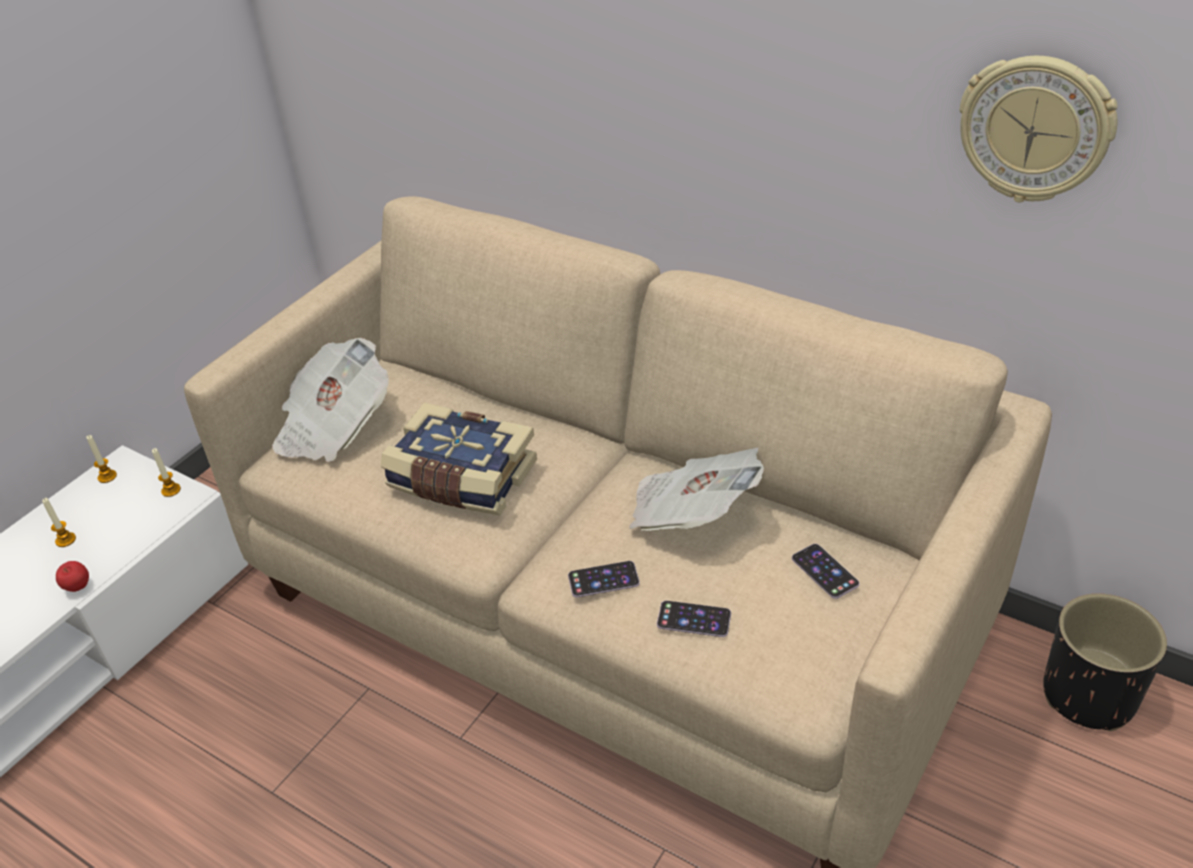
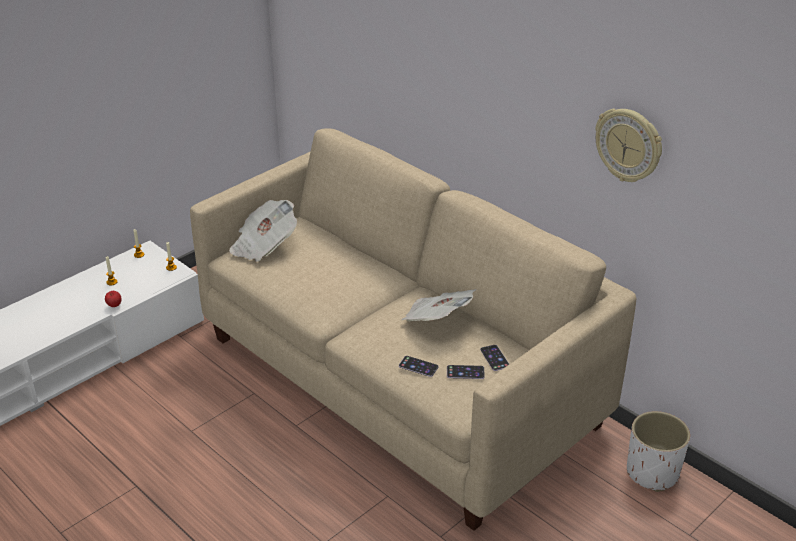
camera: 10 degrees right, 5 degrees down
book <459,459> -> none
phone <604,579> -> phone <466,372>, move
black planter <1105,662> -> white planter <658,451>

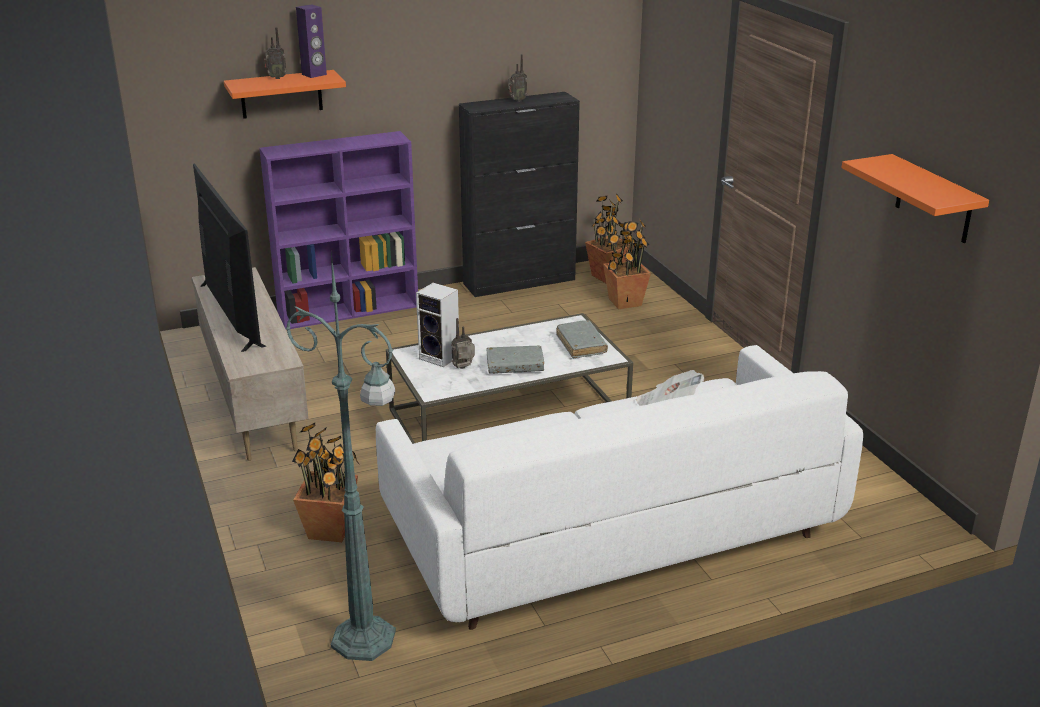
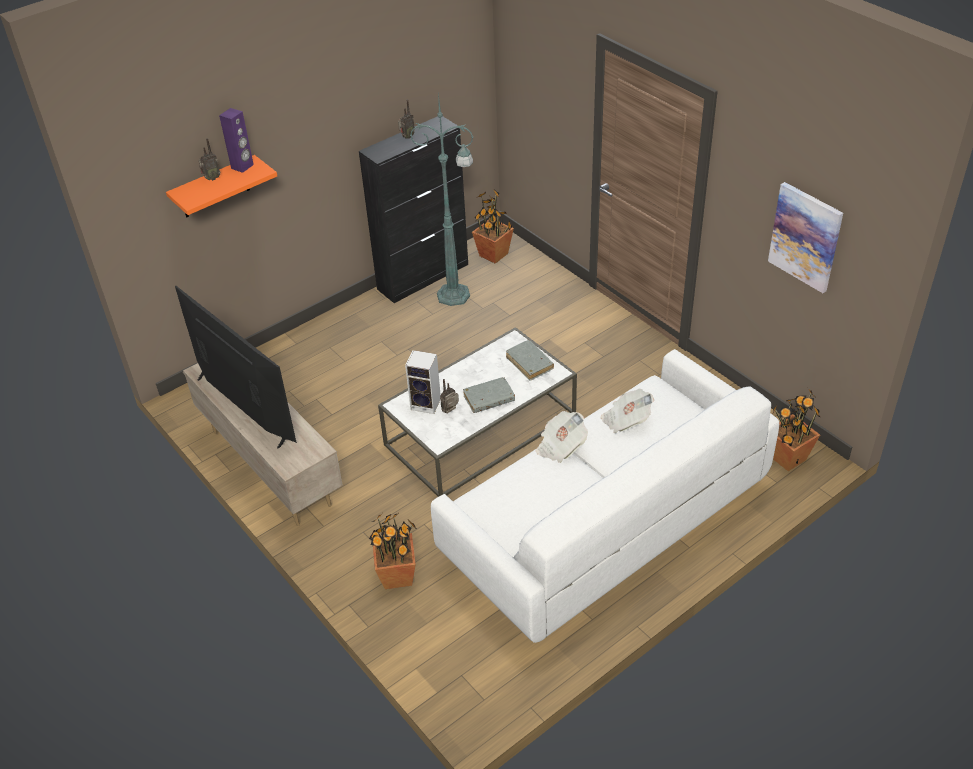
camera: 15 degrees left, 15 degrees up
purple bookcase <338,230> -> none
none -> newspaper <562,437>
green floor lamp <341,457> -> green floor lamp <441,199>, move
potted plant <627,264> -> potted plant <796,430>, move
orange shelf <915,198> -> picture <805,237>

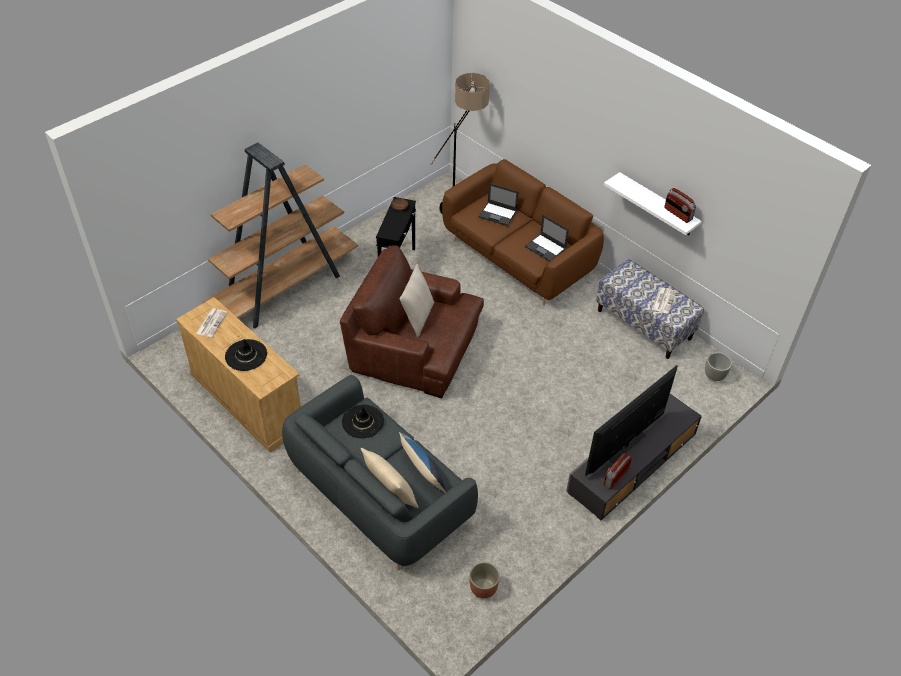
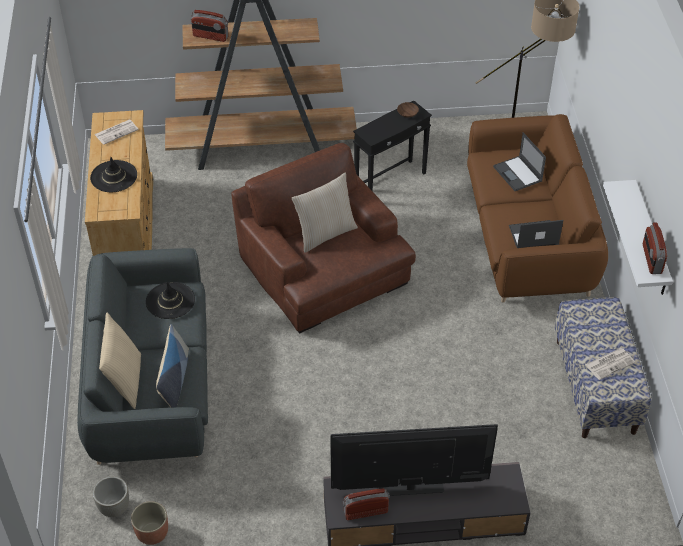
camera: 40 degrees right, 0 degrees up
none -> radio <210,26>
grey planter <718,366> -> grey planter <111,496>, move
laptop <547,238> -> laptop <536,234>, 90 degrees clockwise

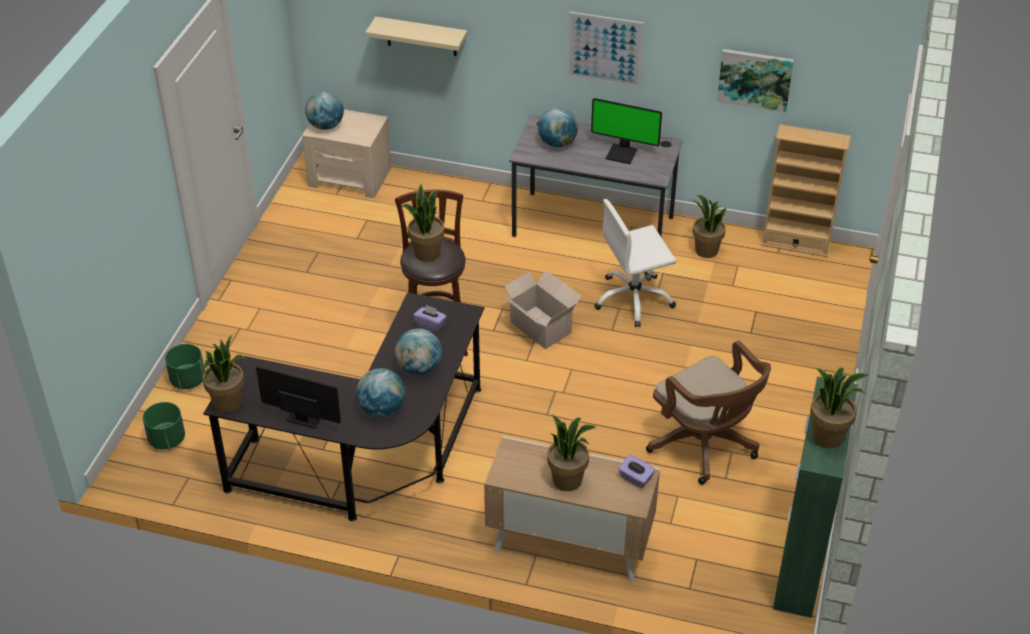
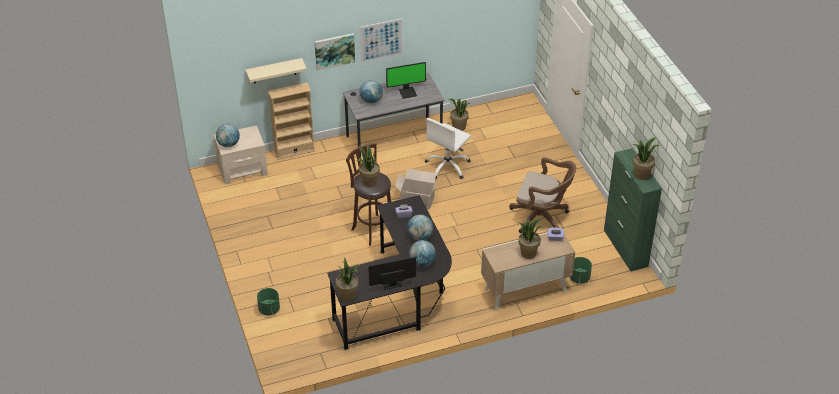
camera: 35 degrees left, 0 degrees up
green planter <164,426> -> green planter <581,270>, move
picture <755,81> -> picture <335,51>, move
beige bookcase <806,190> -> beige bookcase <291,121>, move

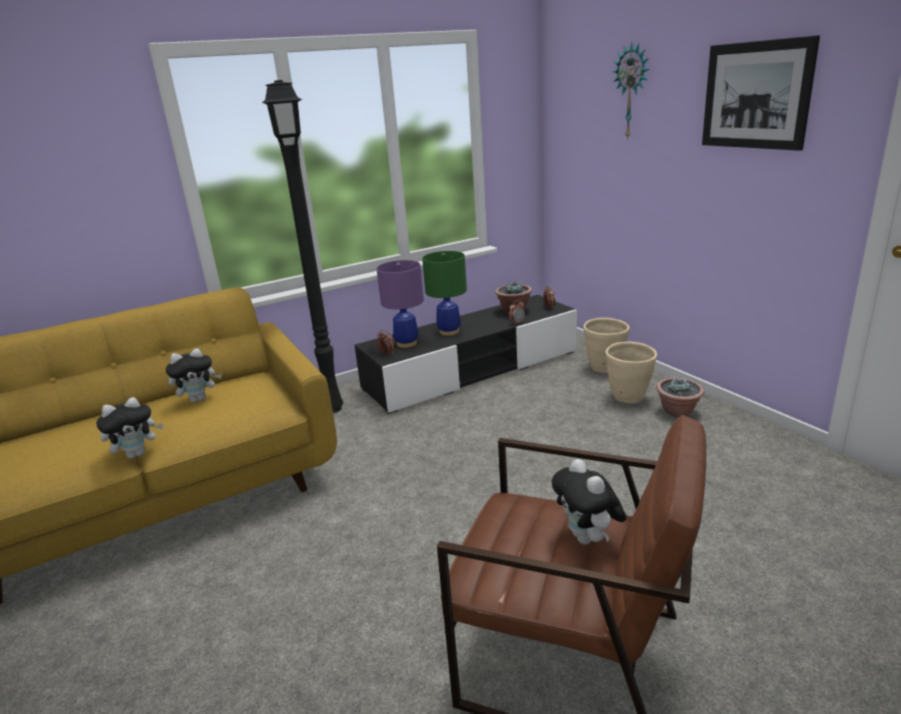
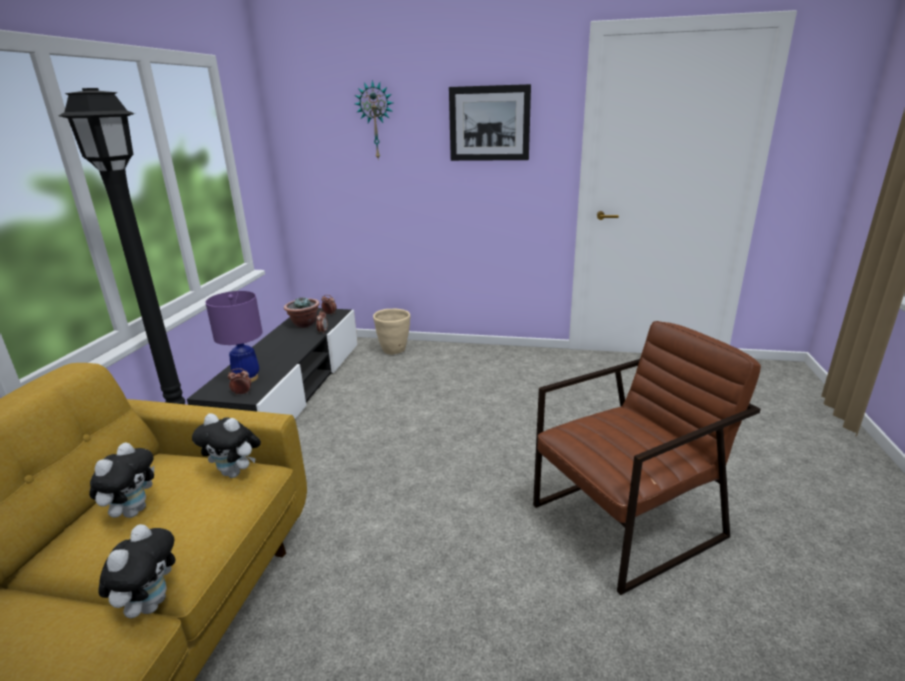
camera: 50 degrees left, 0 degrees up
green table lamp <444,293> -> none
beige planter <631,372> -> none
potted plant <680,397> -> none
plush toy <589,501> -> plush toy <226,445>, move

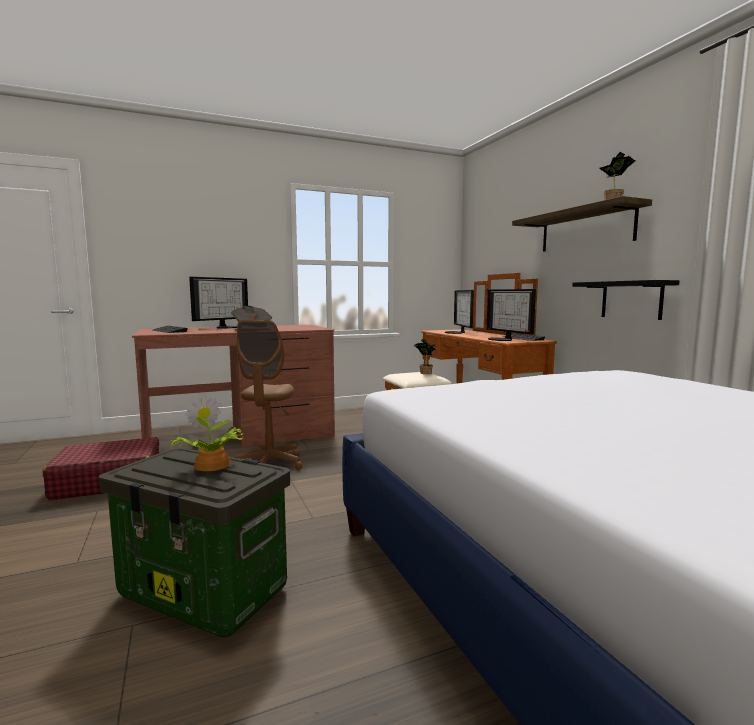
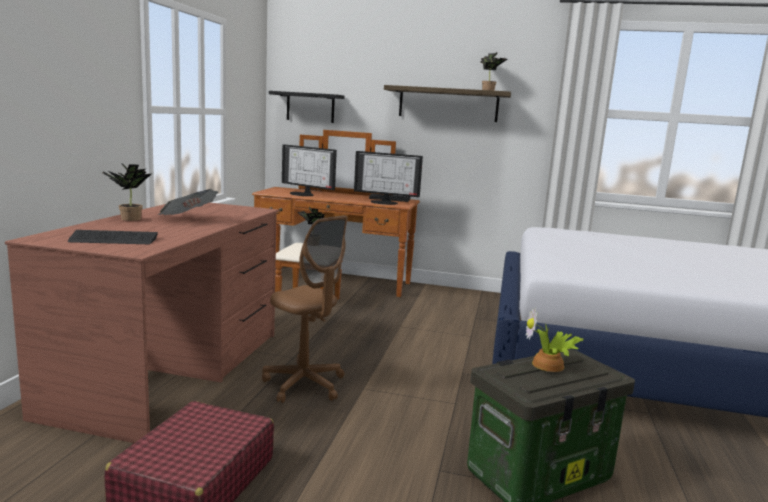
camera: 55 degrees left, 5 degrees up
black shelf <625,300> -> black shelf <306,107>, move
monitor <218,302> -> potted plant <127,191>

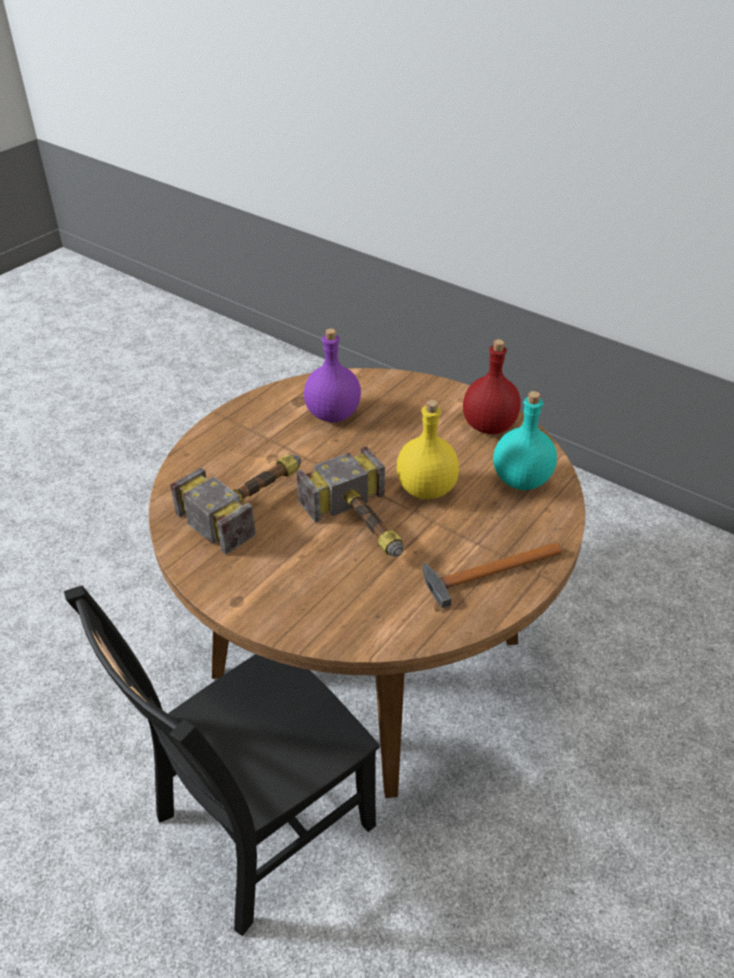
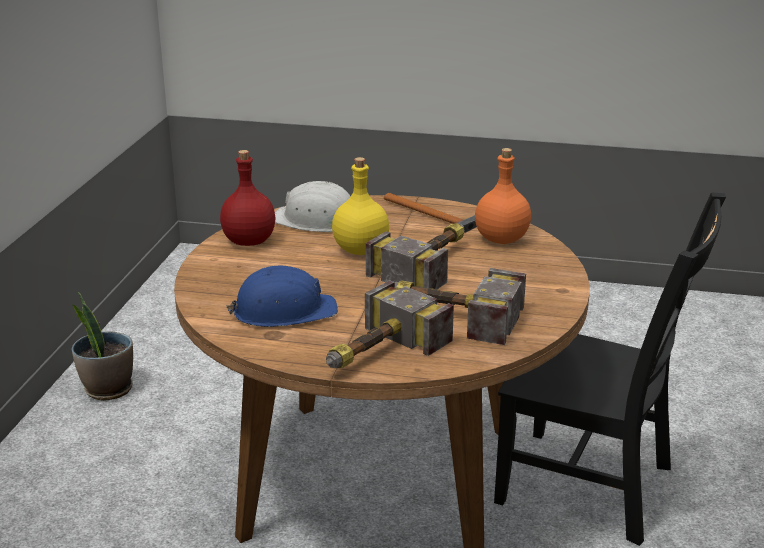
camera: 115 degrees left, 15 degrees down
none -> potted plant <102,346>
none -> hammer <390,324>
none -> orange bottle <503,196>
purple bottle <332,375> -> blue hard hat <282,296>
turquoise bottle <525,440> -> white hard hat <313,206>

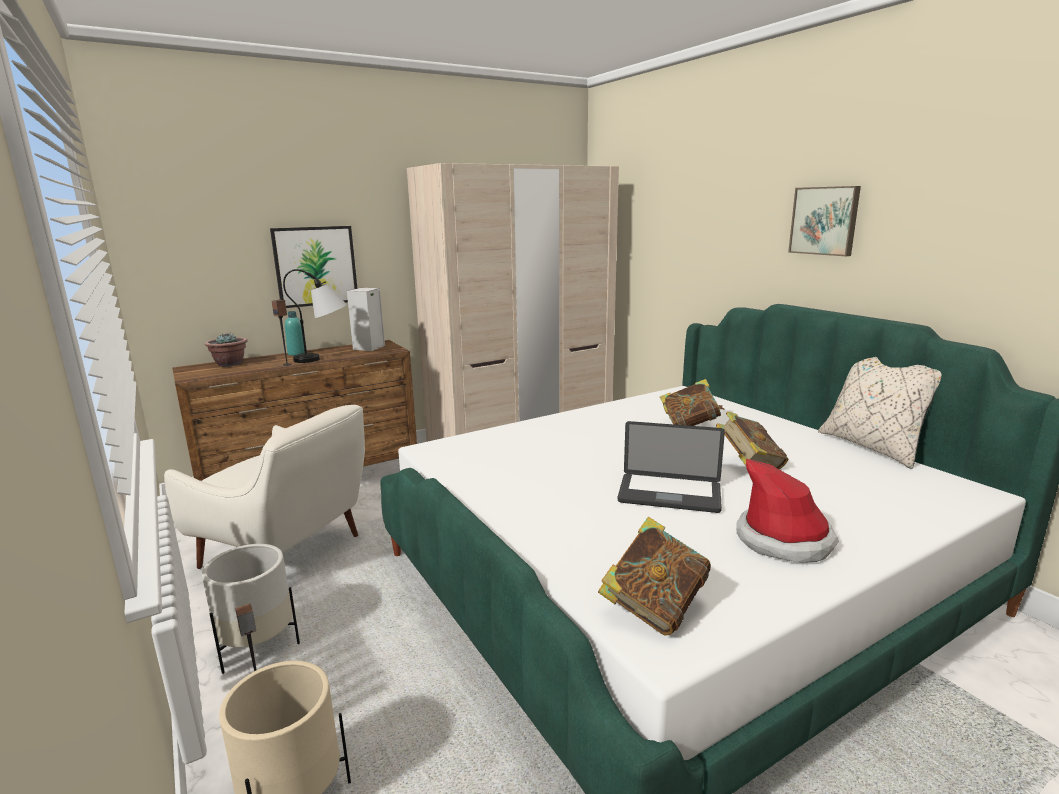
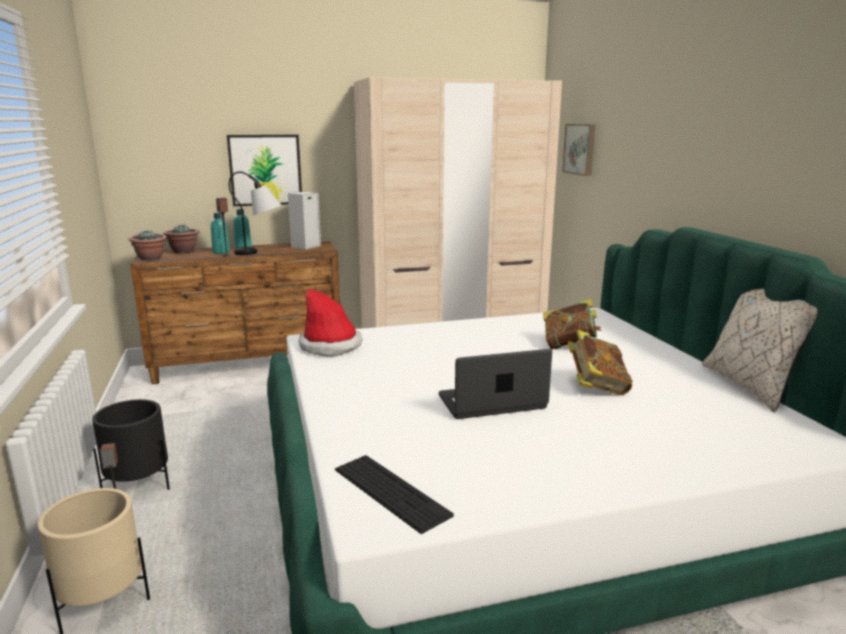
camera: 15 degrees right, 0 degrees up
white armchair <264,487> -> none
none -> potted plant <147,245>
none -> turquoise bottle <220,233>
hat <788,511> -> hat <330,323>, move
picture <824,221> -> picture <578,150>, move
book <654,576> -> keyboard <394,494>
white planter <251,609> -> black planter <131,444>
laptop <671,467> -> laptop <495,384>, 135 degrees clockwise

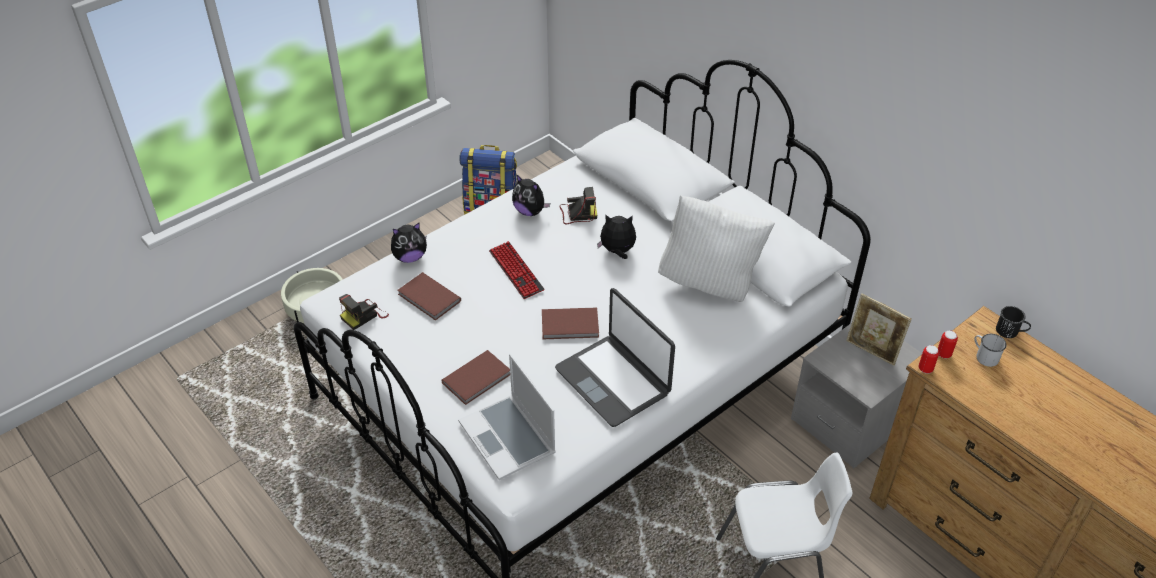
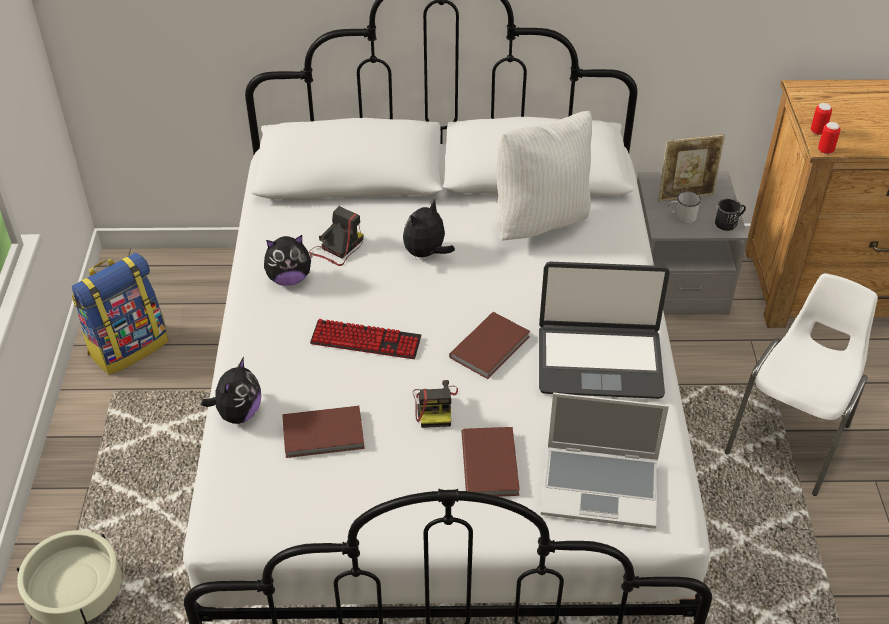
camera: 50 degrees left, 0 degrees up
photo camera <364,312> -> photo camera <435,404>, move
white mug <990,350> -> white mug <684,207>, move
black mug <1013,322> -> black mug <730,214>, move

